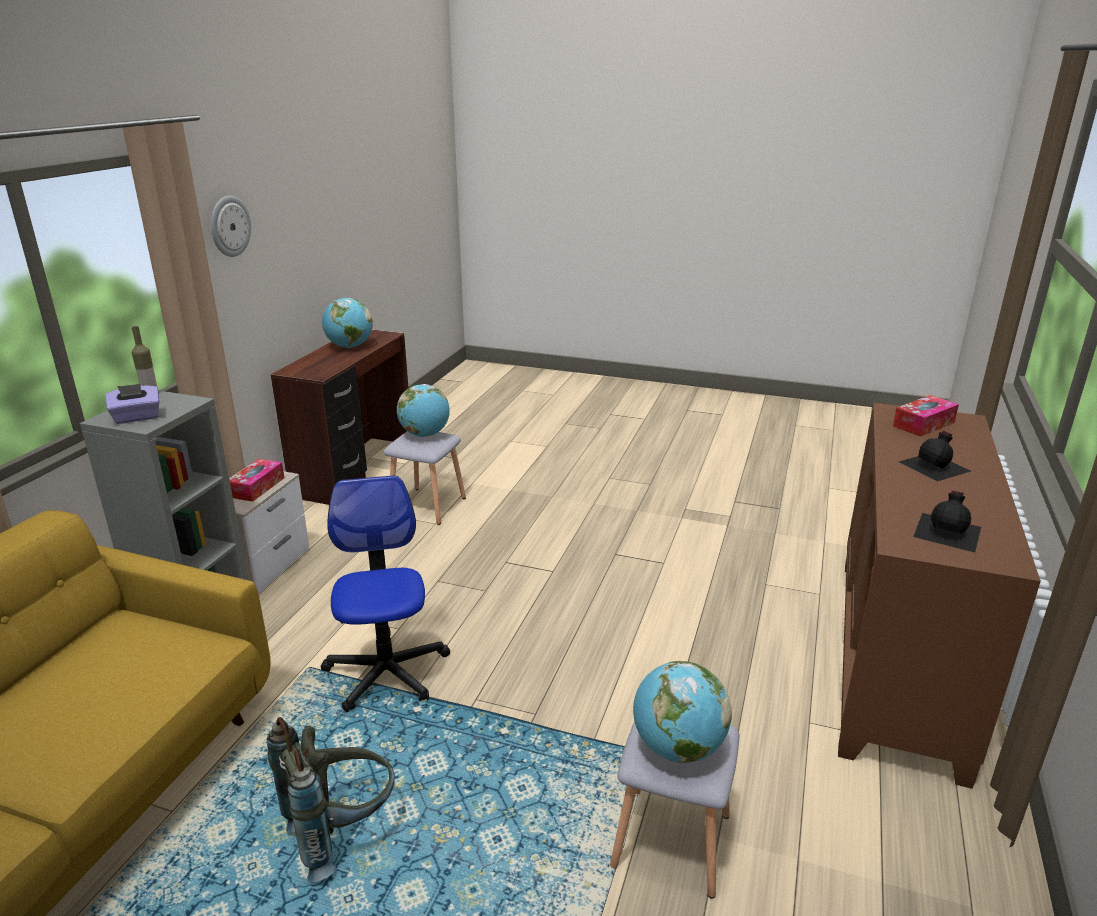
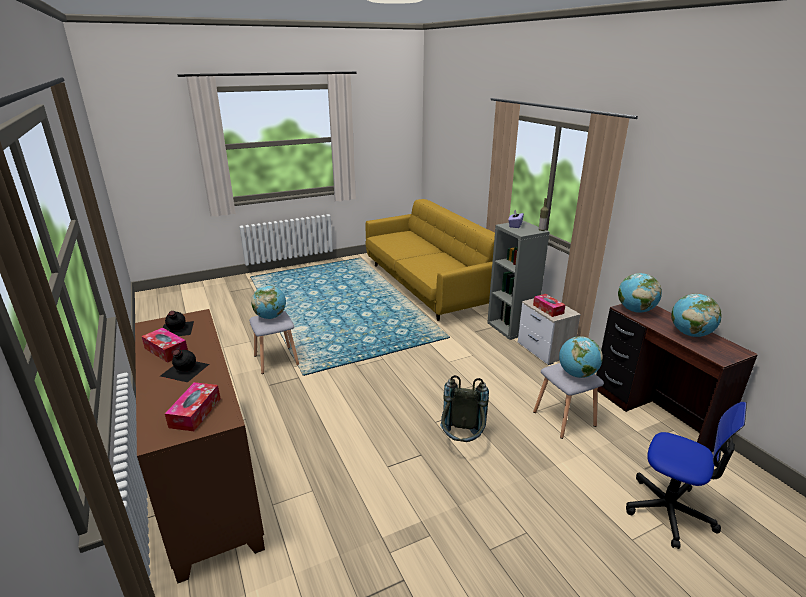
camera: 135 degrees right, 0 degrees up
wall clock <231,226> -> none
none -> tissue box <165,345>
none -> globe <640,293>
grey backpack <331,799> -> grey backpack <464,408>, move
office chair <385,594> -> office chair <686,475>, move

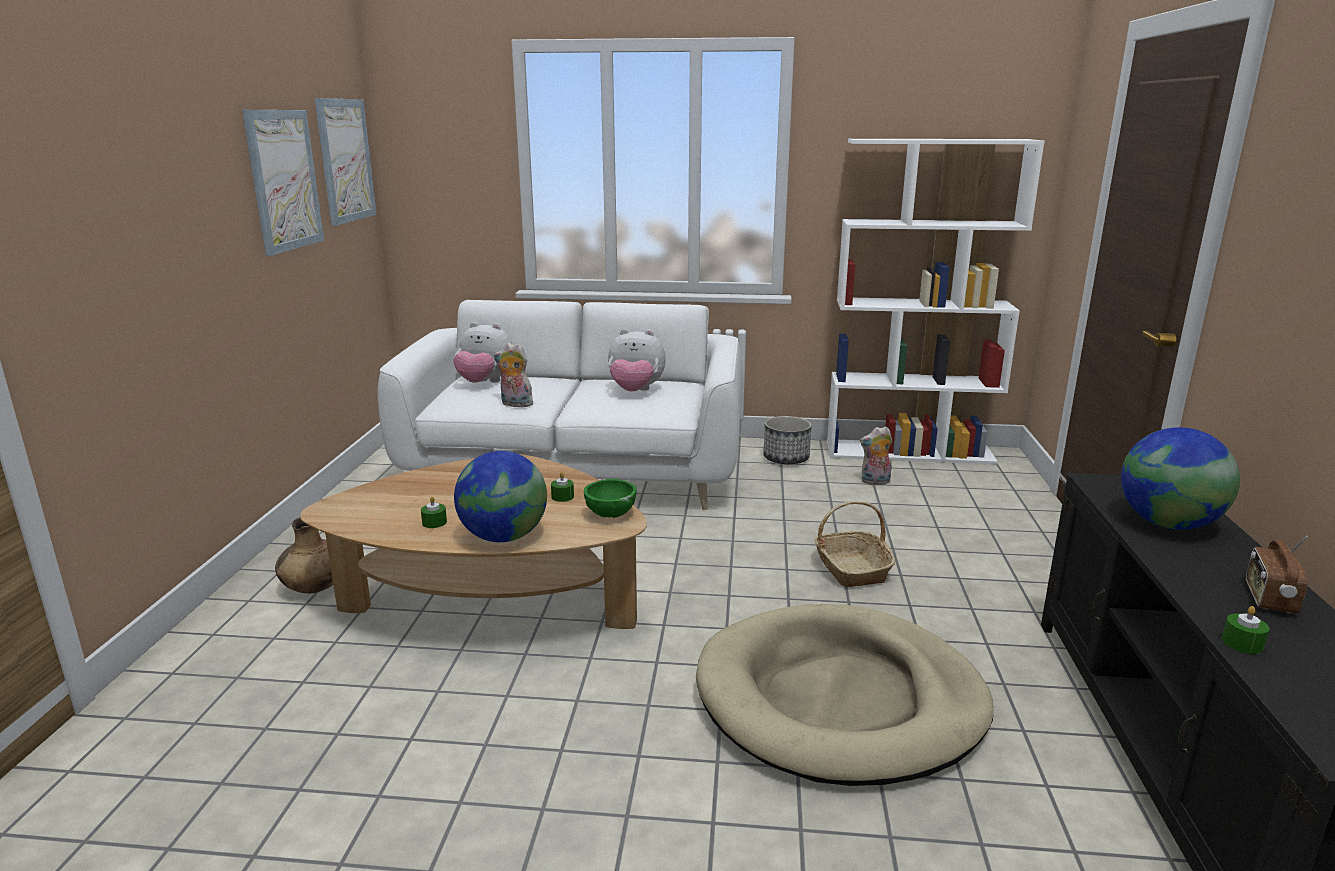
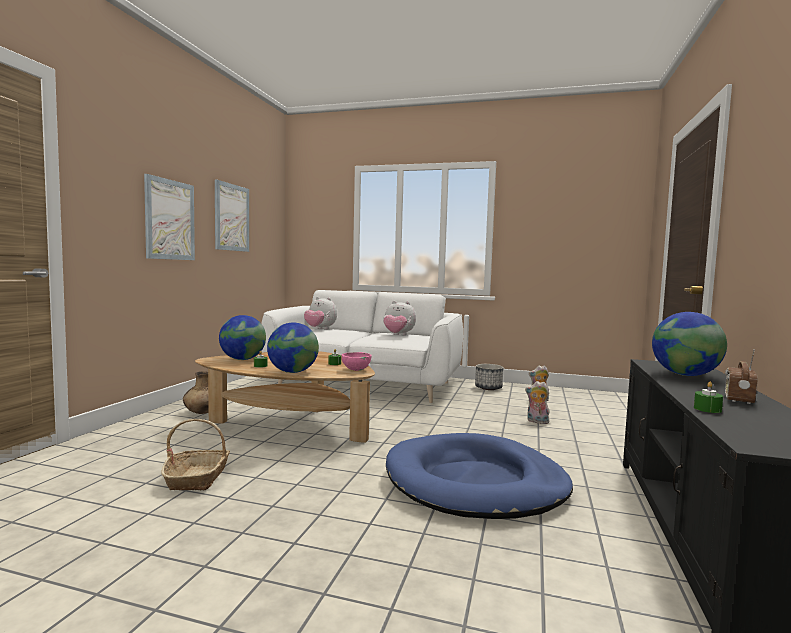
camera: 10 degrees right, 15 degrees down
white bookcase <936,301> -> none
none -> globe <242,337>
picture <345,162> -> picture <169,217>, move
plush toy <513,375> -> plush toy <537,402>, move
basket <854,544> -> basket <195,454>, move
green bowl <610,498> -> pink bowl <357,361>
beige dog bed <845,695> -> blue dog bed <479,476>

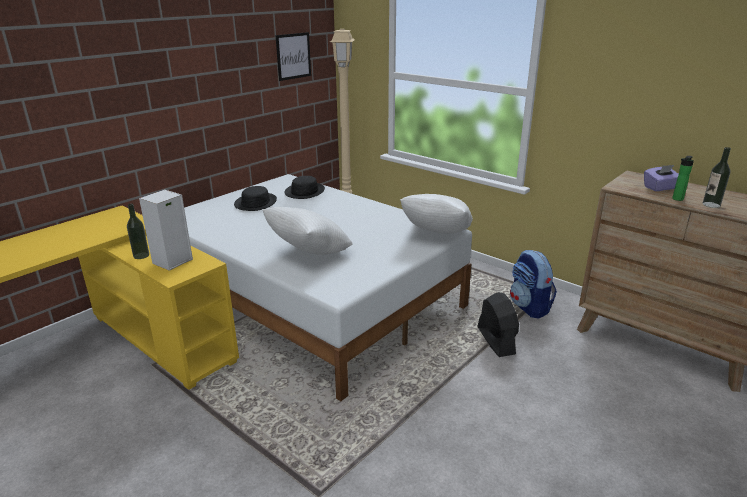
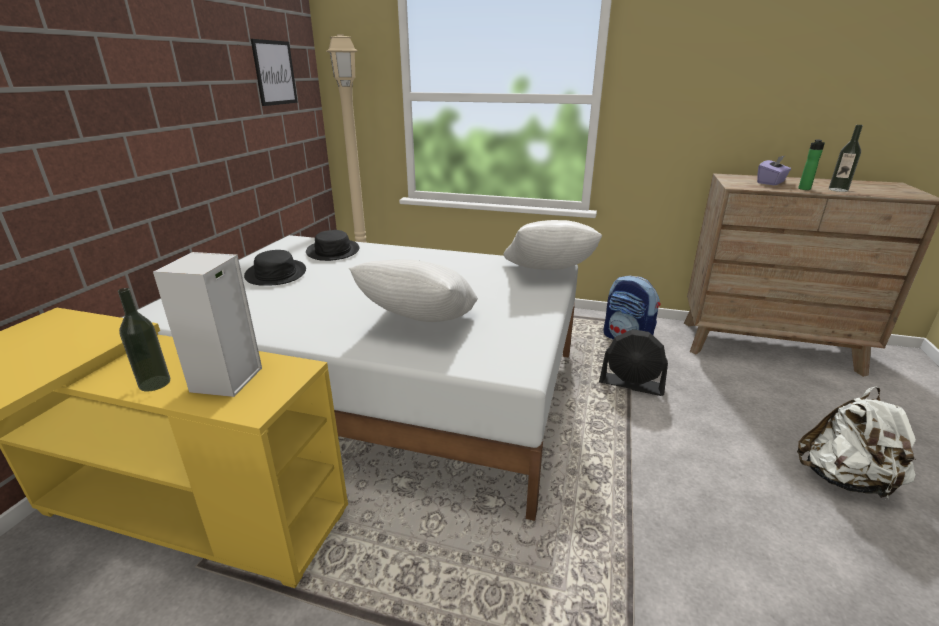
camera: 25 degrees left, 0 degrees up
none -> white backpack <856,443>
black fan <498,324> -> black fan <633,362>, 150 degrees clockwise

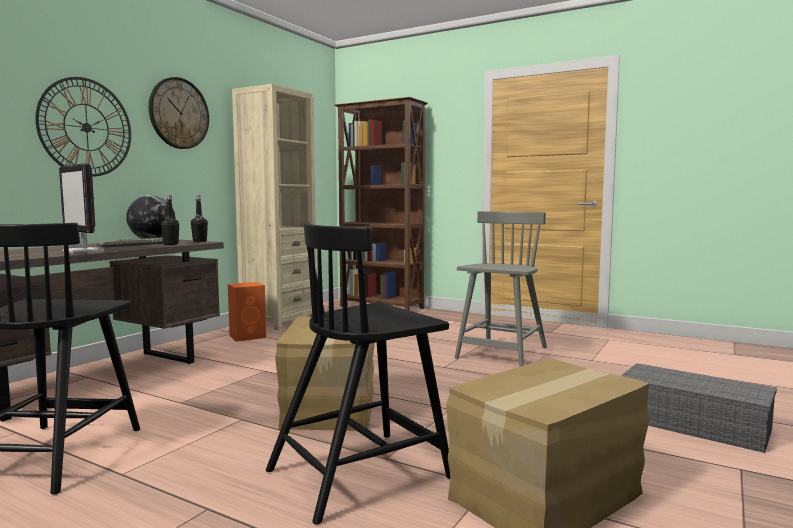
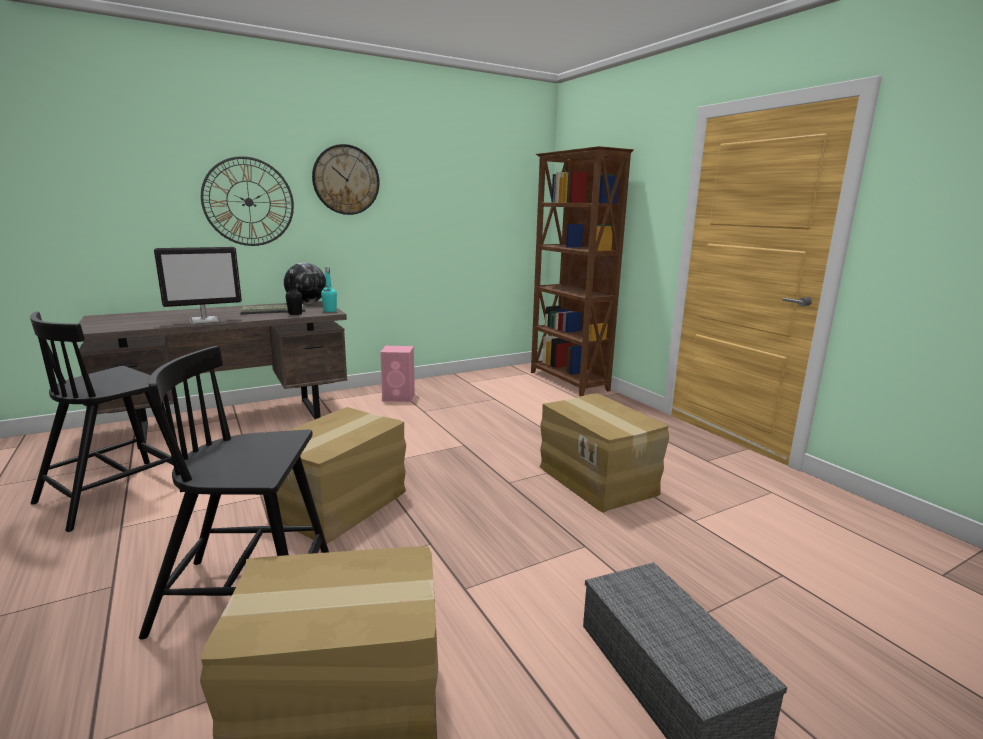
camera: 30 degrees right, 10 degrees up
beige bookcase <274,207> -> none
grey chair <501,289> -> cardboard box <604,453>
black bottle <199,218> -> turquoise bottle <329,289>
orange speaker <247,312> -> pink speaker <397,374>
monitor <81,208> -> monitor <198,285>, 105 degrees counterclockwise

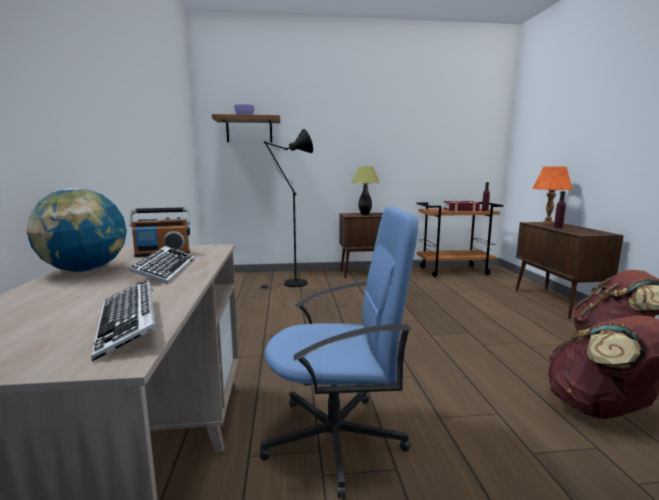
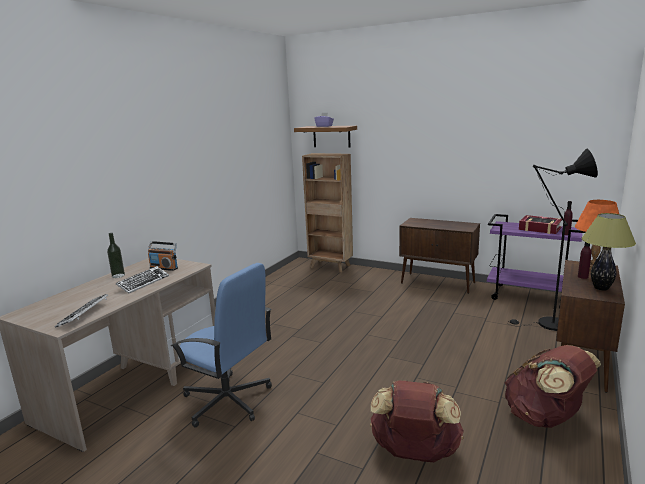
camera: 35 degrees right, 5 degrees up
none -> brown bookcase <327,212>
black floor lamp <286,209> -> black floor lamp <554,240>, move
table lamp <365,191> -> table lamp <609,252>, move
globe <77,230> -> bottle <116,255>
brown cart <460,239> -> purple cart <536,261>

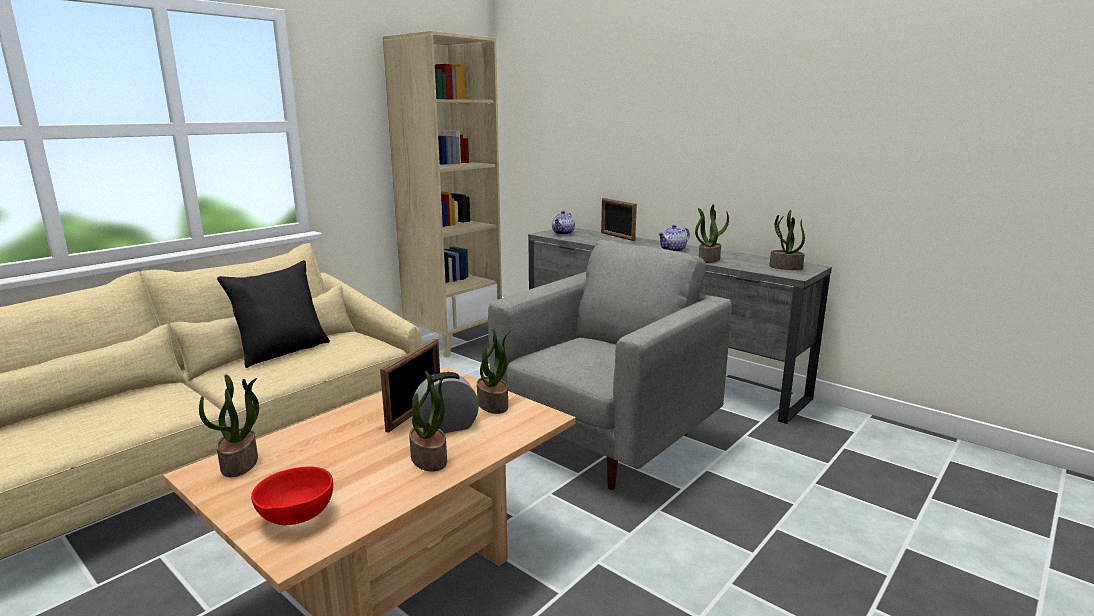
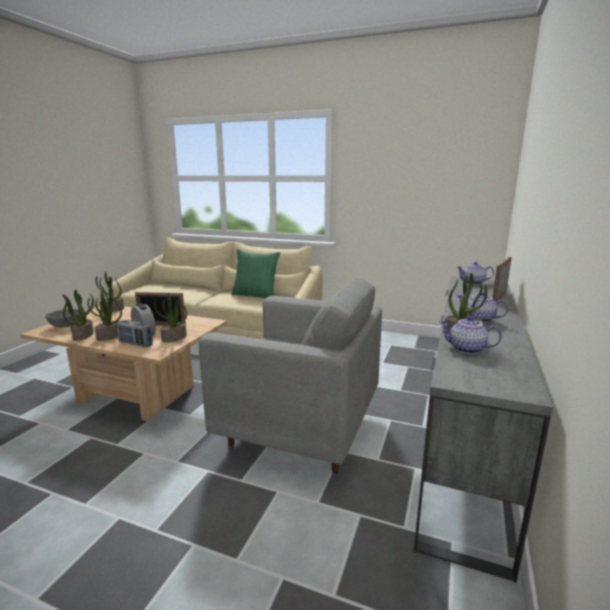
camera: 70 degrees right, 0 degrees up
beige bookcase <442,194> -> none
none -> radio <134,333>
none -> teapot <471,335>
potted plant <787,240> -> potted plant <78,315>, move
black pillow <273,314> -> green pillow <255,273>
red bowl <292,495> -> grey bowl <62,318>

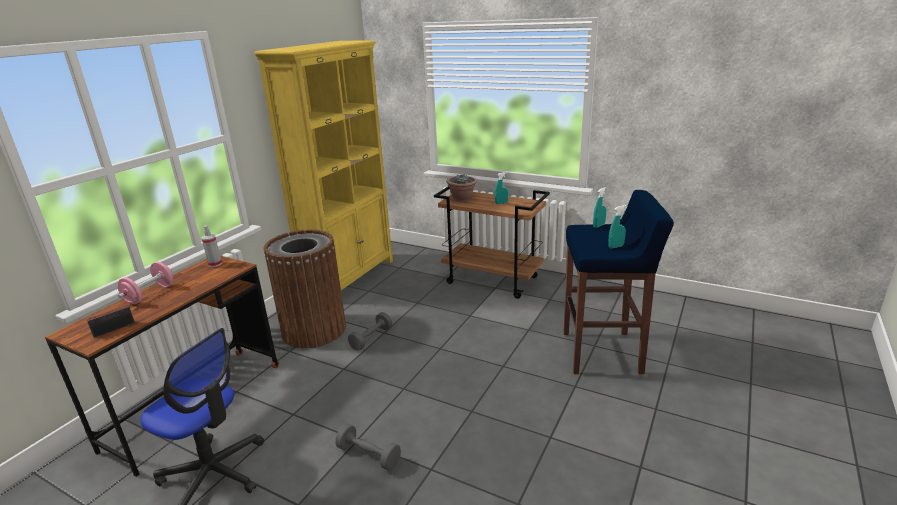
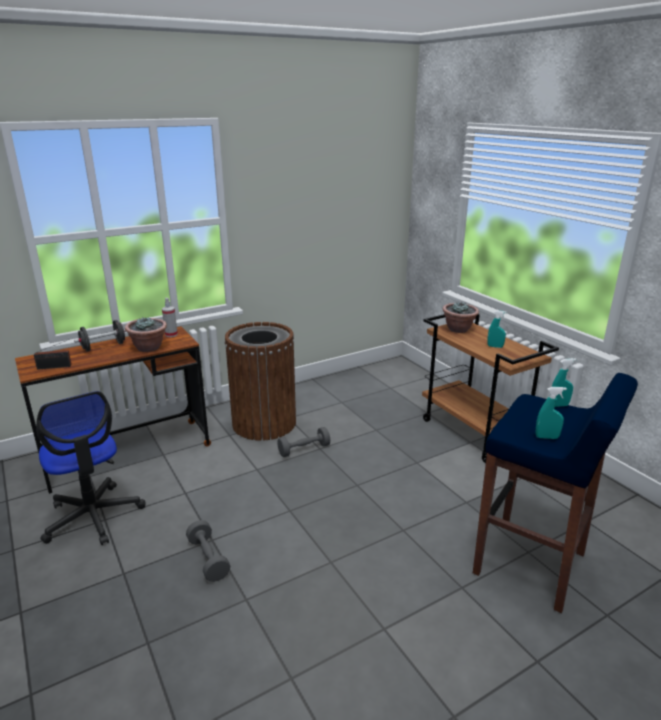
camera: 30 degrees right, 0 degrees up
yellow bookcase <323,165> -> none
none -> potted plant <146,335>
pink dumbbell <145,283> -> black dumbbell <100,335>

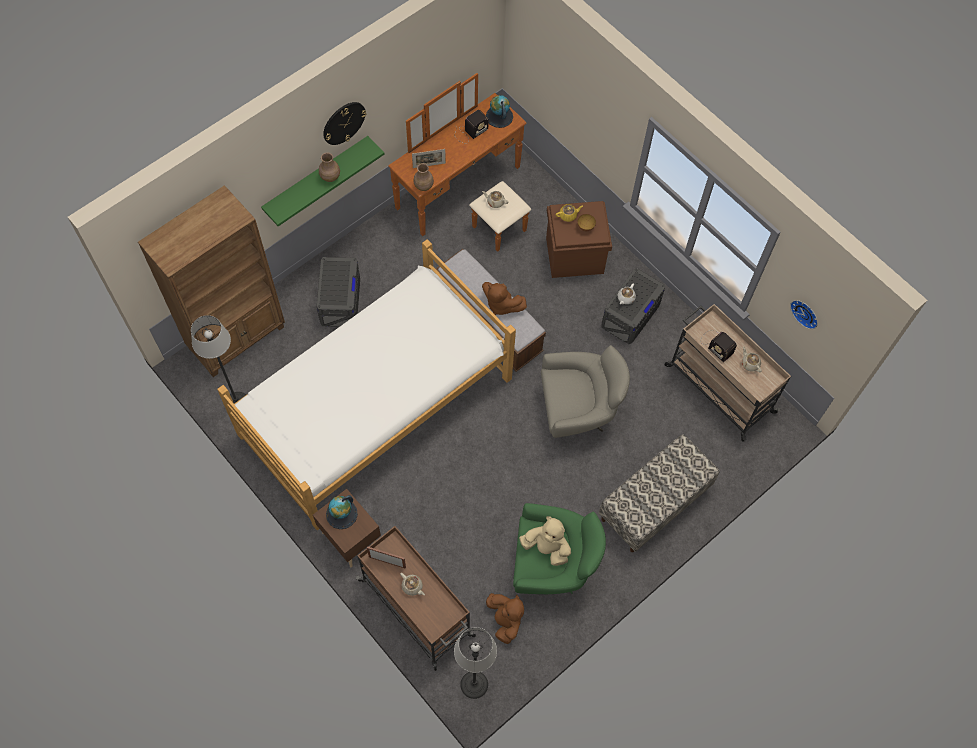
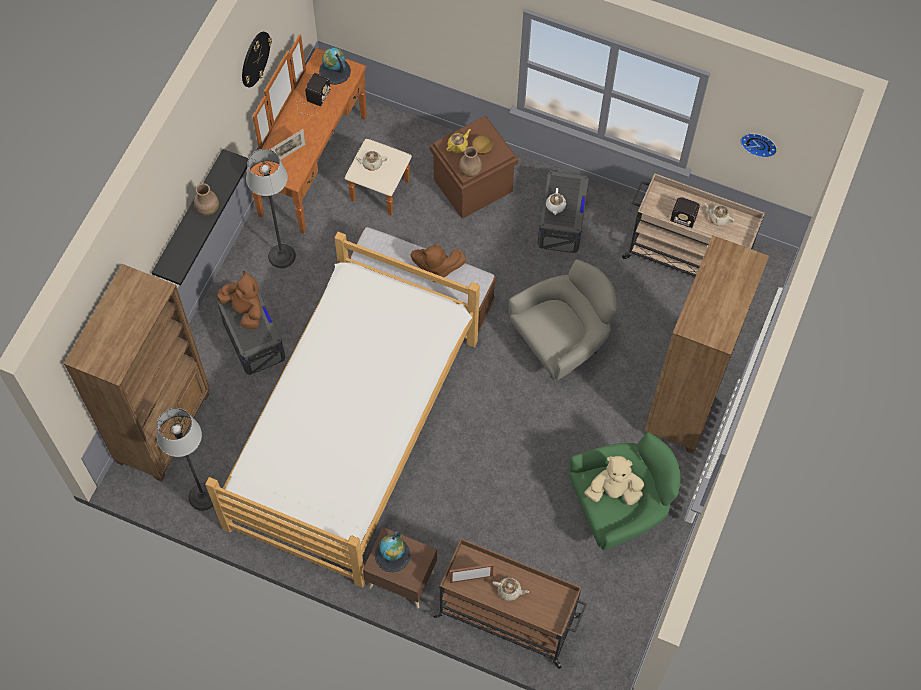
camera: 25 degrees left, 0 degrees up
wall clock <344,123> -> wall clock <257,60>, move
brown vase <423,177> -> brown vase <470,162>, move
floor lamp <475,663> -> floor lamp <271,208>, move
brown plush toy <505,618> -> brown plush toy <239,300>, move
bench <659,493> -> brown bookcase <707,344>
green shelf <323,181> -> black shelf <200,217>

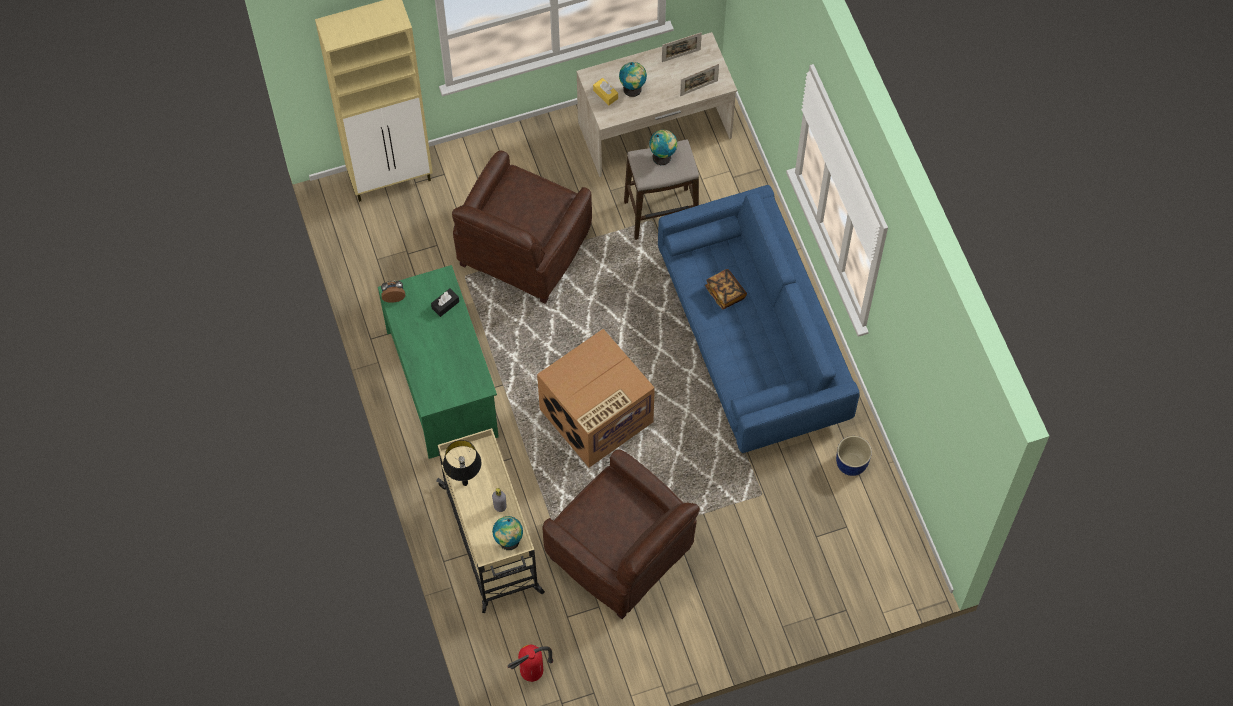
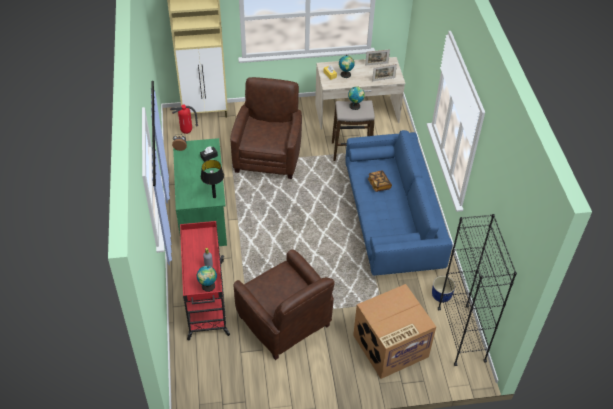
camera: 10 degrees right, 15 degrees down
none -> black bookcase <477,290>
black table lamp <462,463> -> black table lamp <212,179>, move
fire extinguisher <530,663> -> fire extinguisher <184,119>, move
cardboard box <596,398> -> cardboard box <394,331>, move
beige cart <490,520> -> red cart <205,280>
brown armchair <522,227> -> brown armchair <266,128>, 150 degrees clockwise

